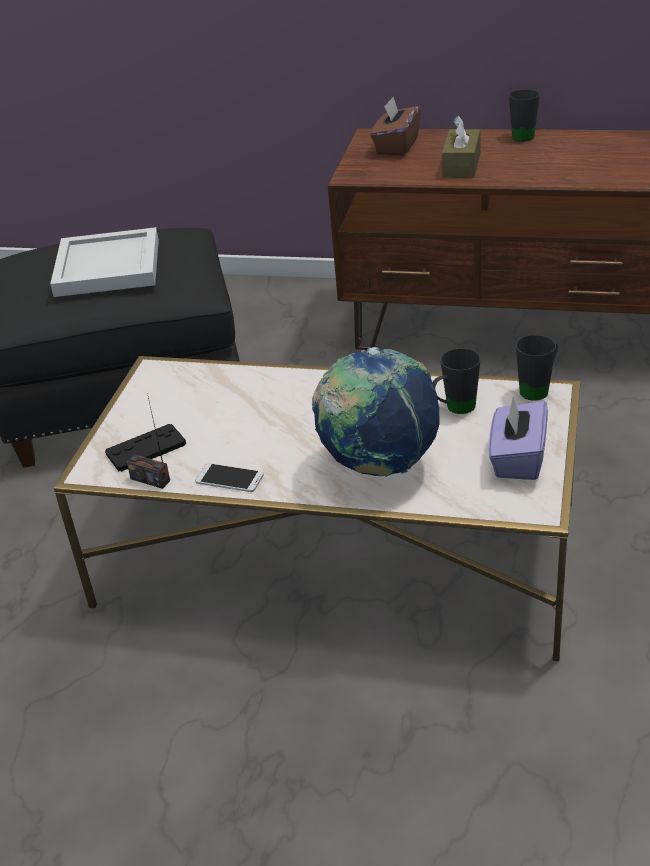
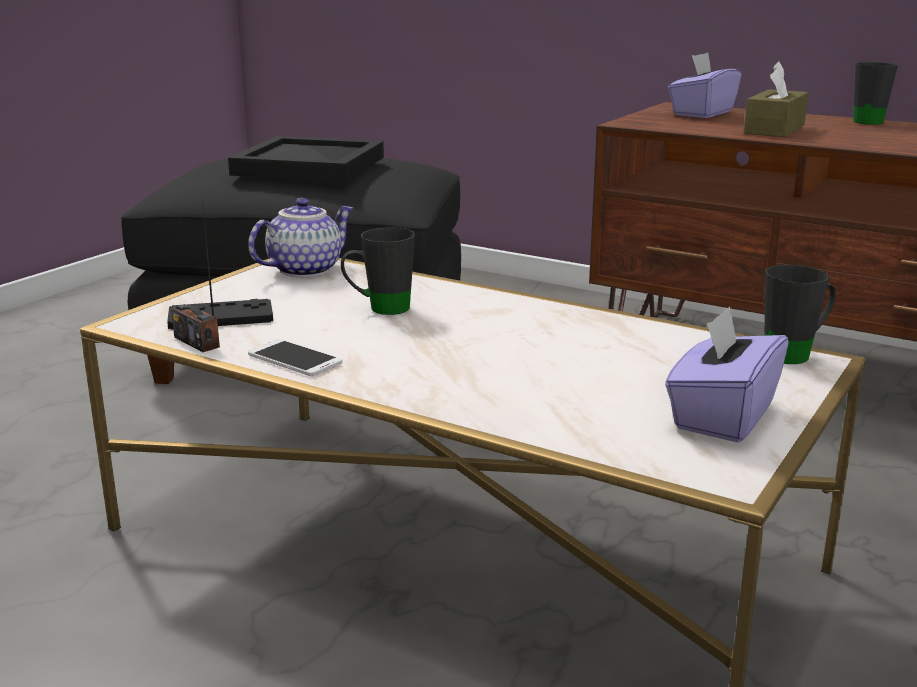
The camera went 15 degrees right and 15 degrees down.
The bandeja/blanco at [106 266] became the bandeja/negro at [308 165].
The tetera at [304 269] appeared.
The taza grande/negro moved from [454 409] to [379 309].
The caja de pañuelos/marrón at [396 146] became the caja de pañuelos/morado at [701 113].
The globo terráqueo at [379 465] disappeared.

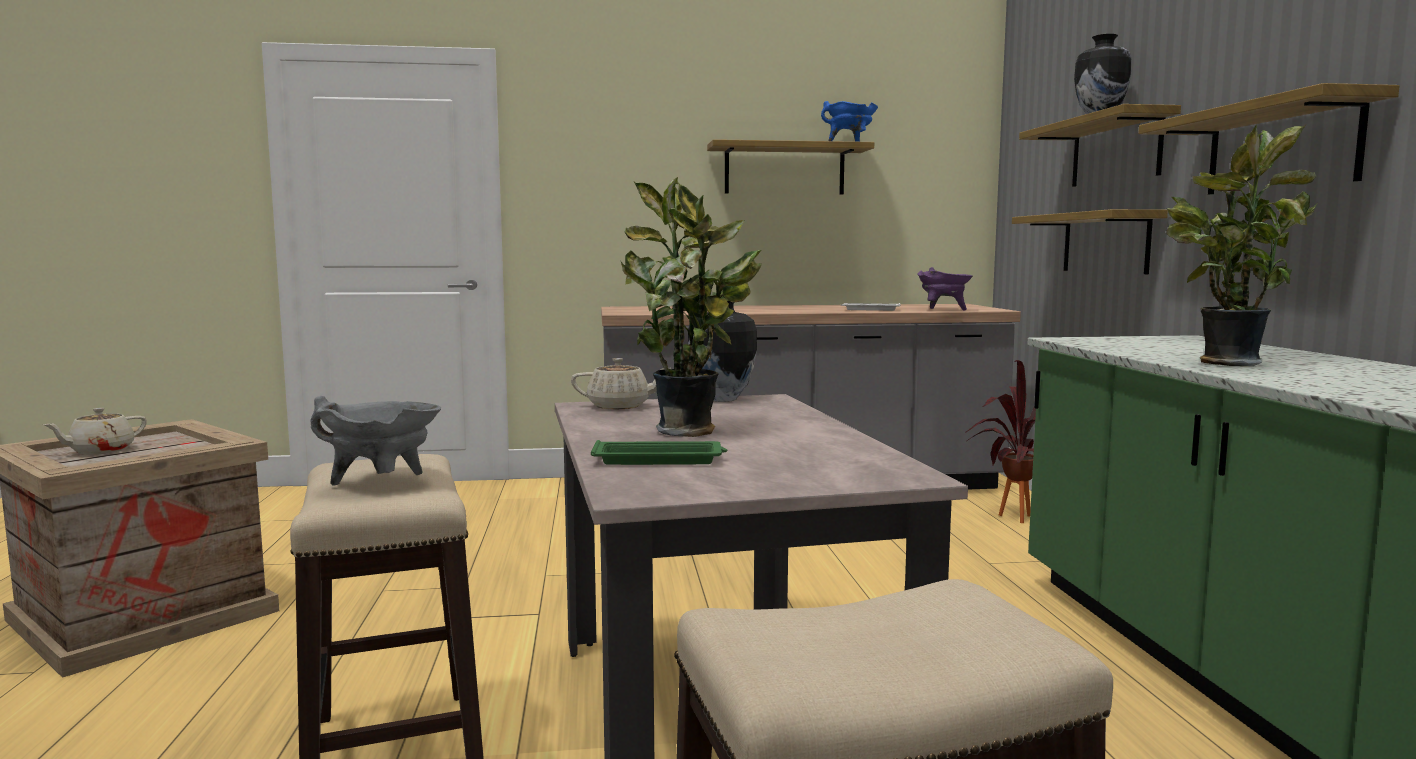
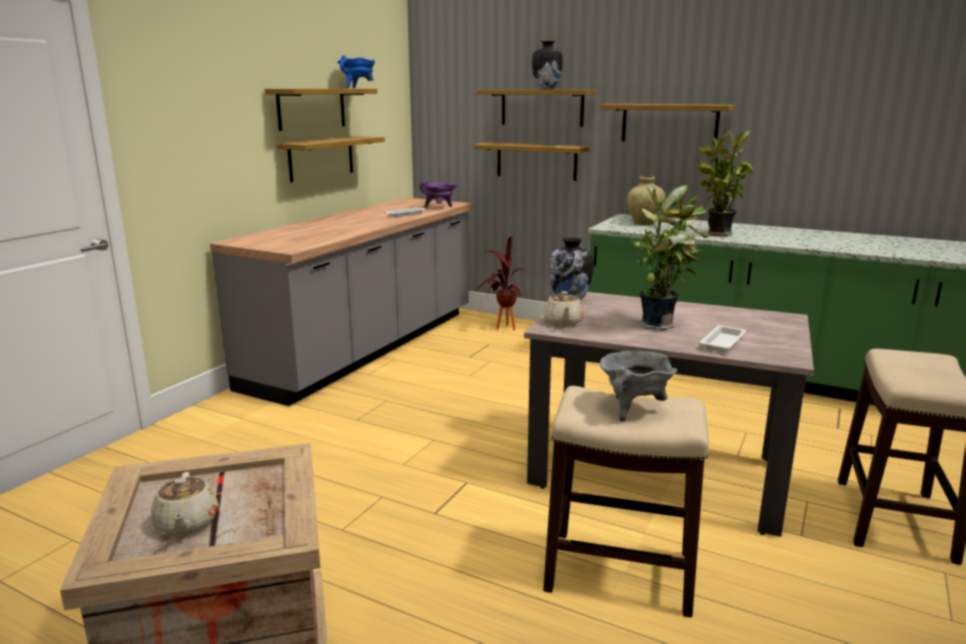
The camera went 55 degrees left and 10 degrees up.
The estante at [321 158] appeared.
The tetera/beis at [620 406] turned 150 degrees clockwise.
The florero/beis at [644 223] appeared.
The bandeja/verde at [660 460] became the bandeja/blanco at [723 342].

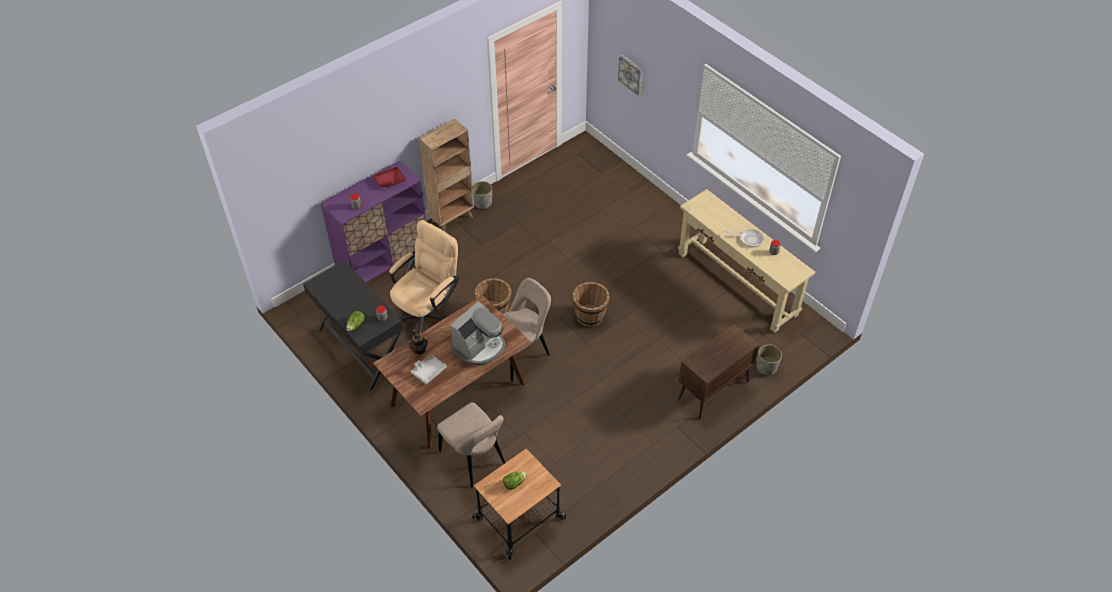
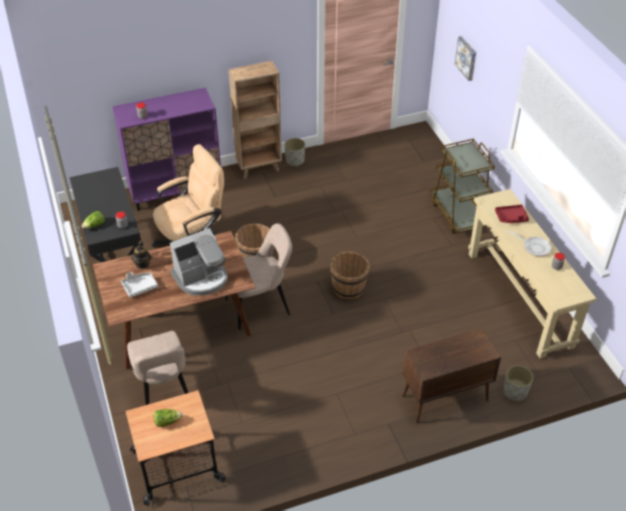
The camera went 20 degrees right and 5 degrees down.
The carrito/marrón at [458 214] appeared.
The bandeja/rojo moved from [390 181] to [511 217].

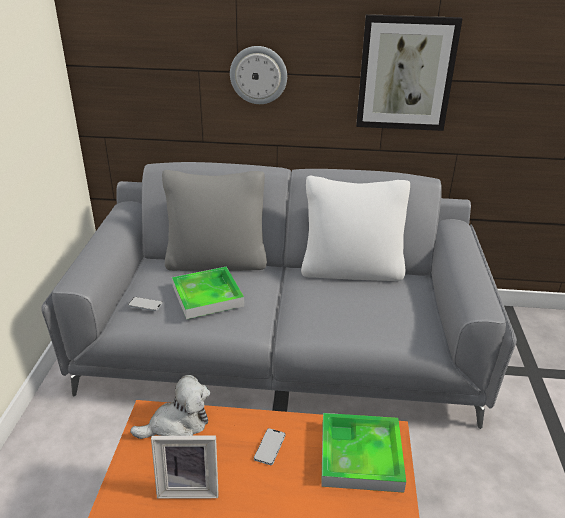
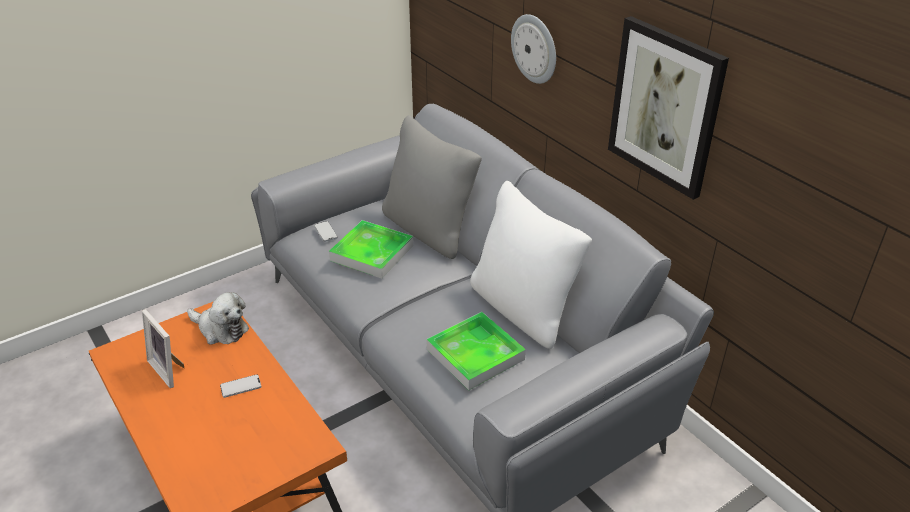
The camera went 50 degrees right and 5 degrees up.
The bandeja moved from [360 455] to [475 354].

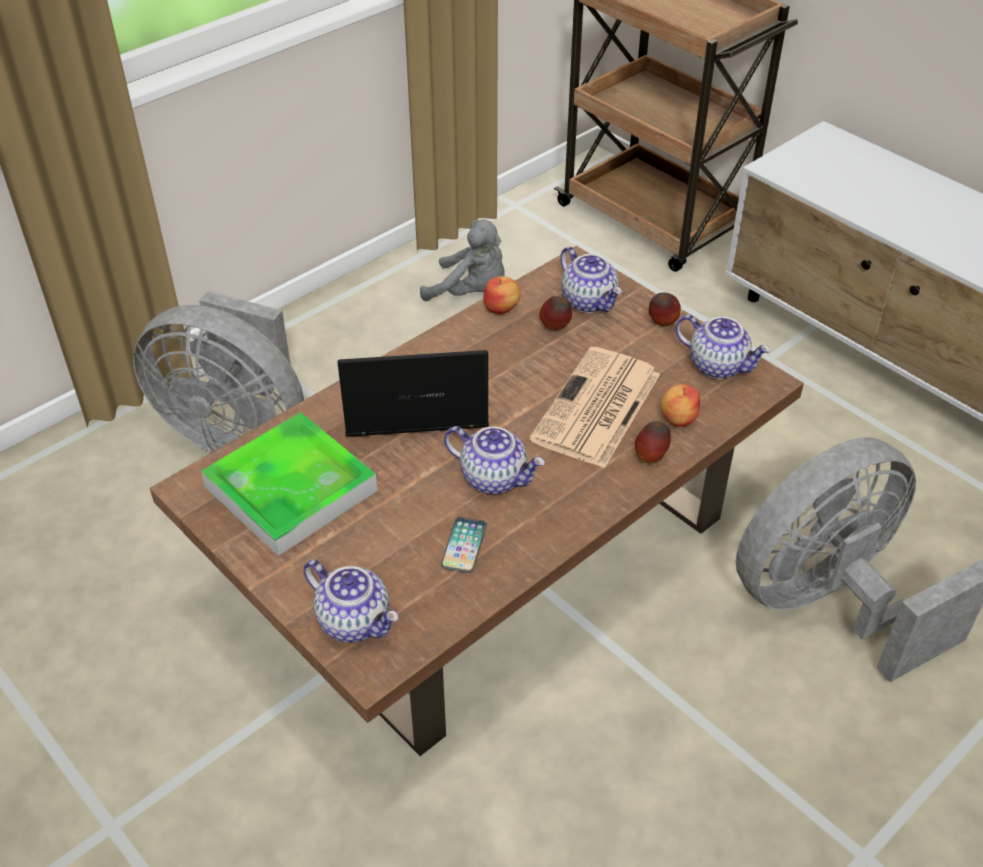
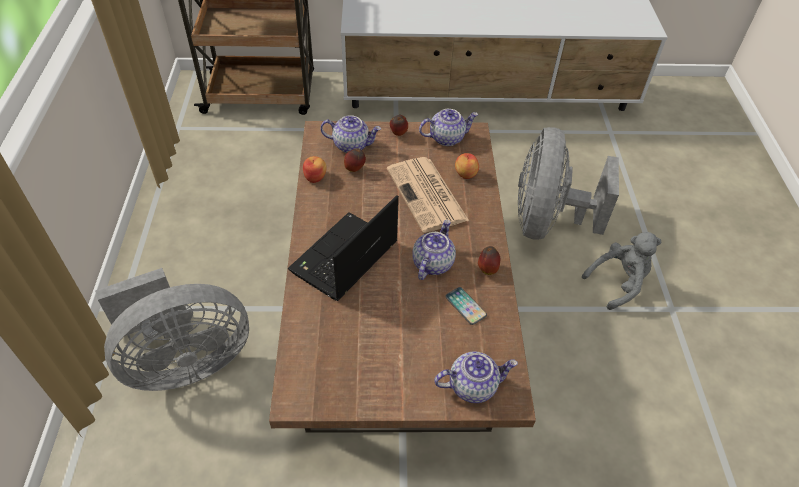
The camera went 50 degrees left and 5 degrees up.
The tetera at [494 478] turned 45 degrees counterclockwise.
The manzana moved from [651 457] to [487 269].
The peluche/gris moved from [471 292] to [618 282].
The bandeja at [291 489] disappeared.

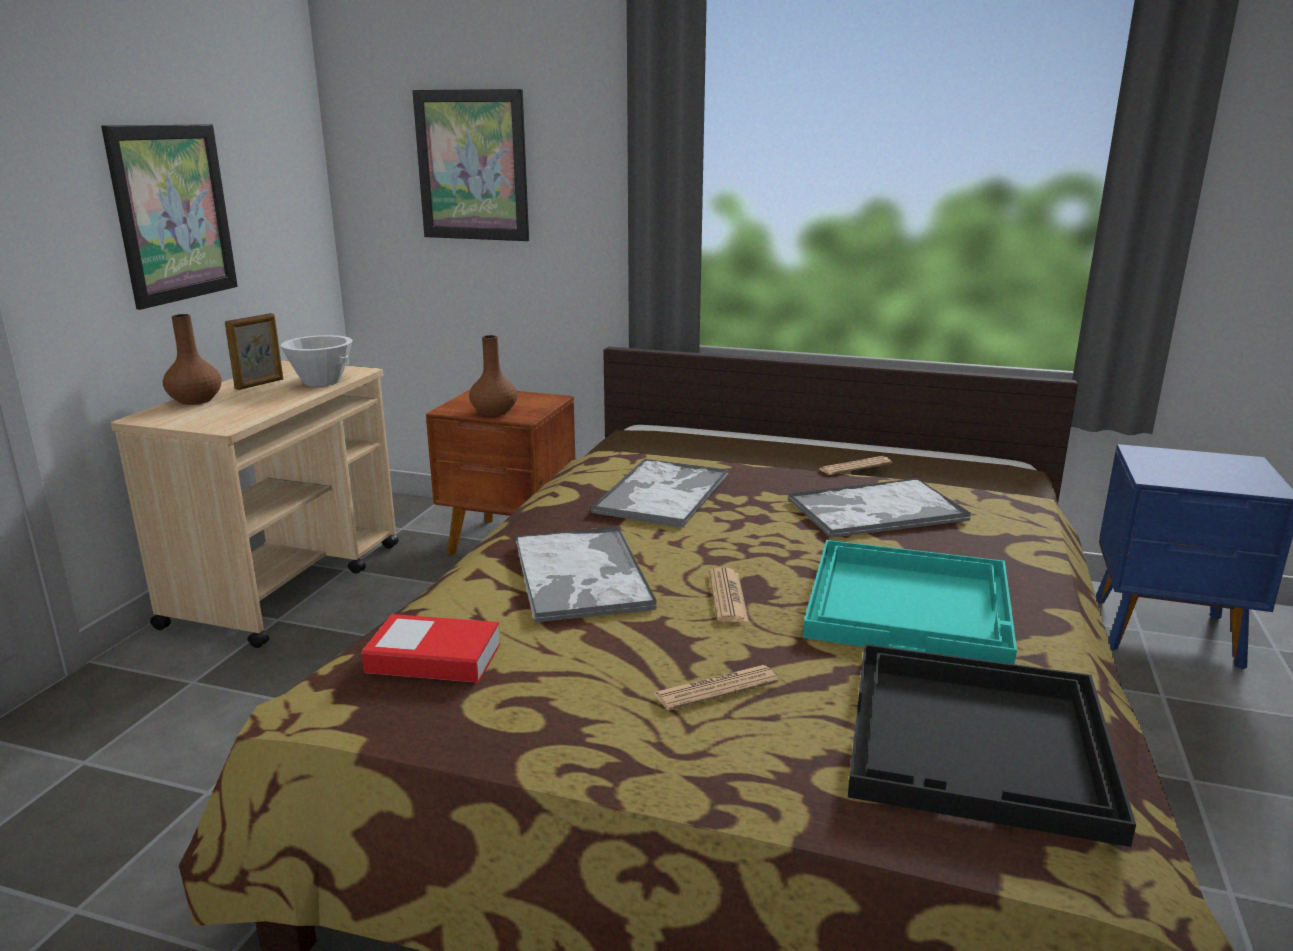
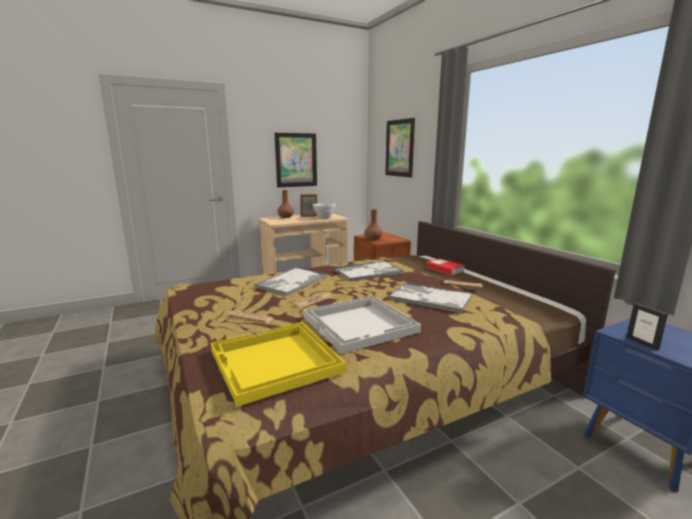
The camera went 45 degrees right and 5 degrees down.
The bandeja/negro at [980 743] became the bandeja/amarillo at [274 362].
The bandeja/turquesa at [911 604] became the bandeja/blanco at [360 324].
The libro moved from [434 659] to [444 270].
The portarretratos at [642 343] appeared.

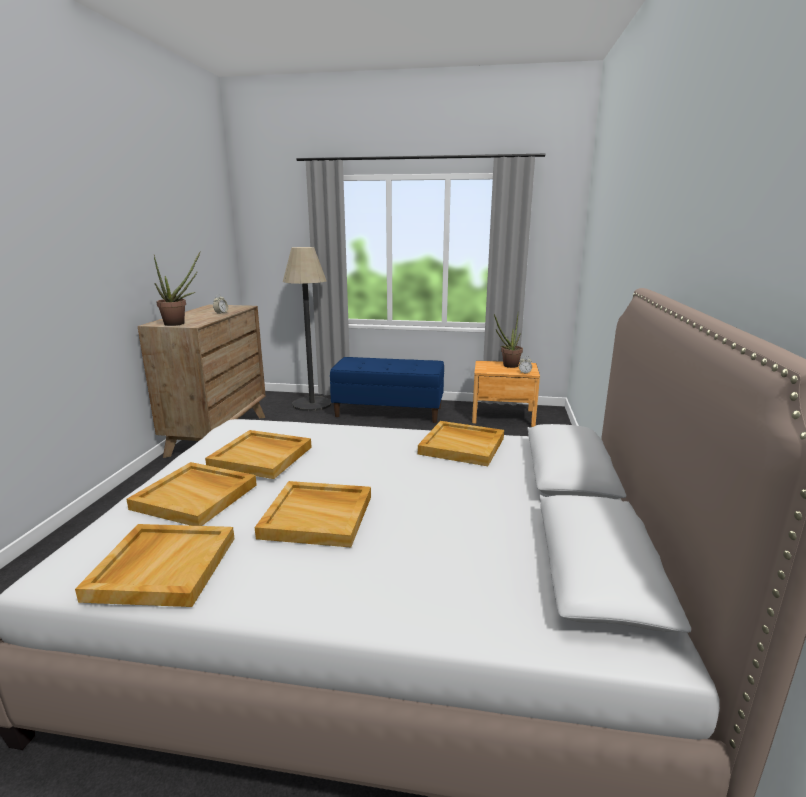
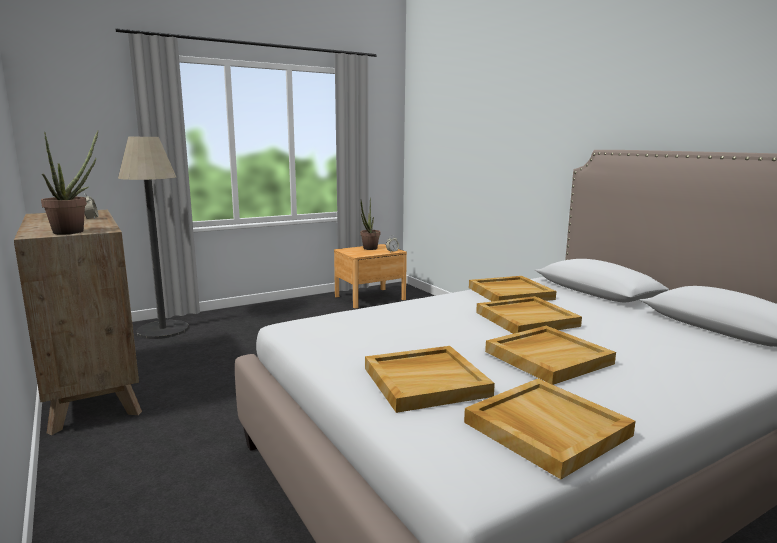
The camera went 40 degrees left and 5 degrees down.
The bandeja/beis moved from [262 457] to [526 319].
The banco/azul at [389 412] disappeared.

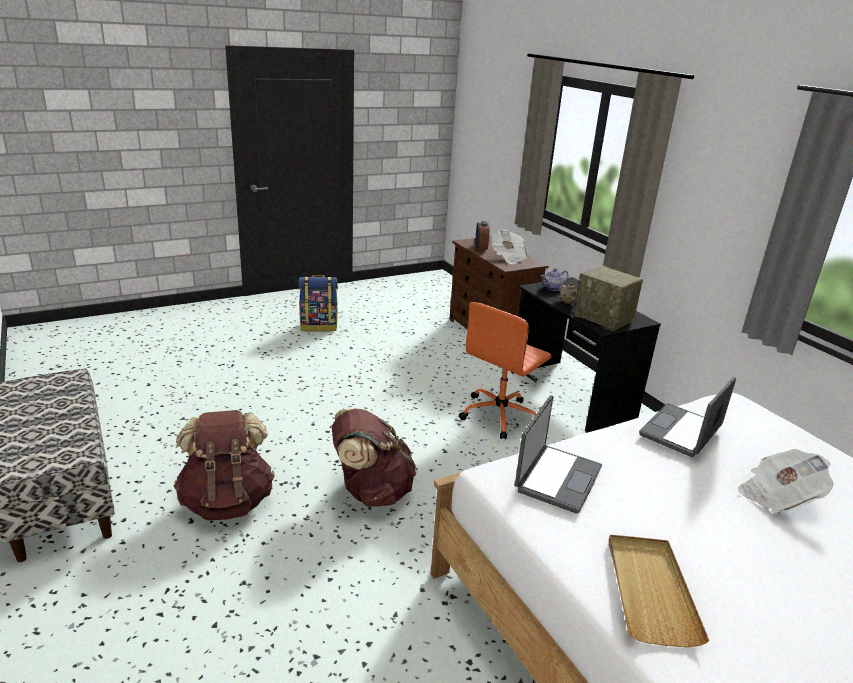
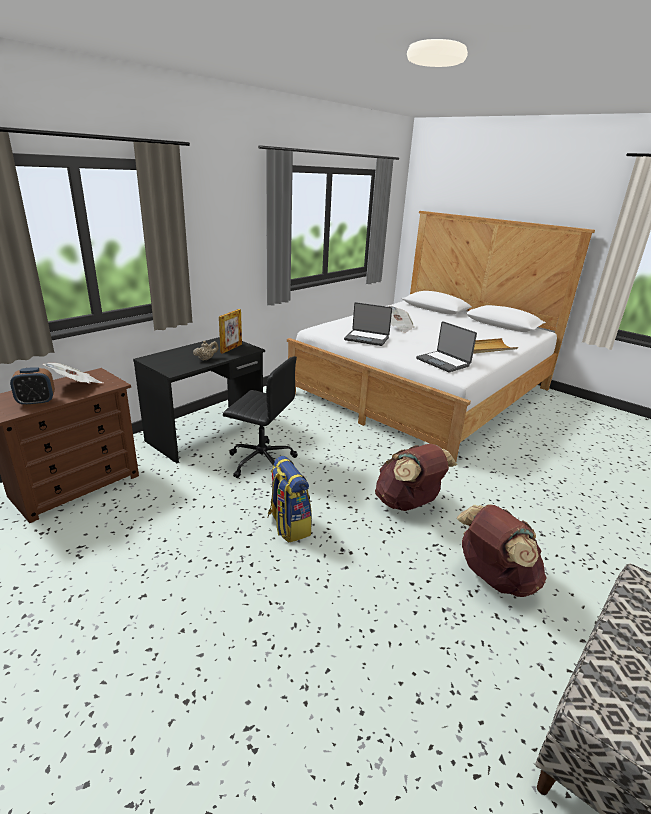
The camera went 110 degrees left and 0 degrees up.
The radio at [604 318] was replaced by the portarretratos at [231 348].
The silla de oficina/naranja at [500 415] became the silla de oficina/negro at [260 461].
The mochila moved from [319 326] to [288 525].
The portátil at [556 478] turned 135 degrees counterclockwise.
The tetera at [552 288] disappeared.

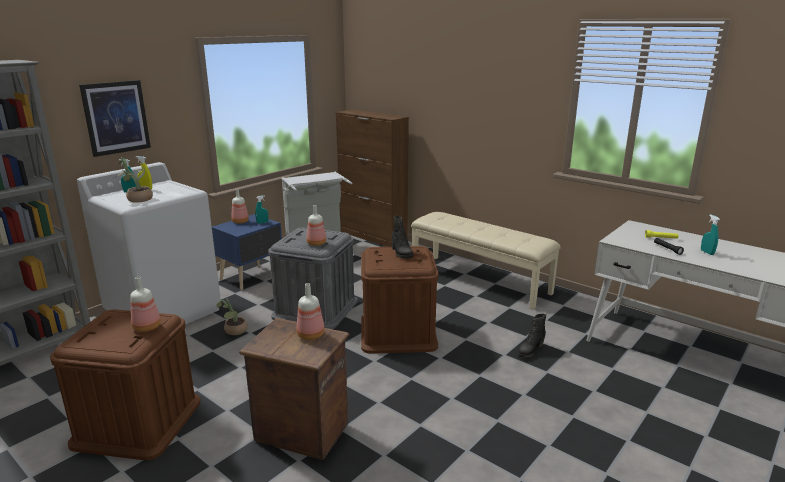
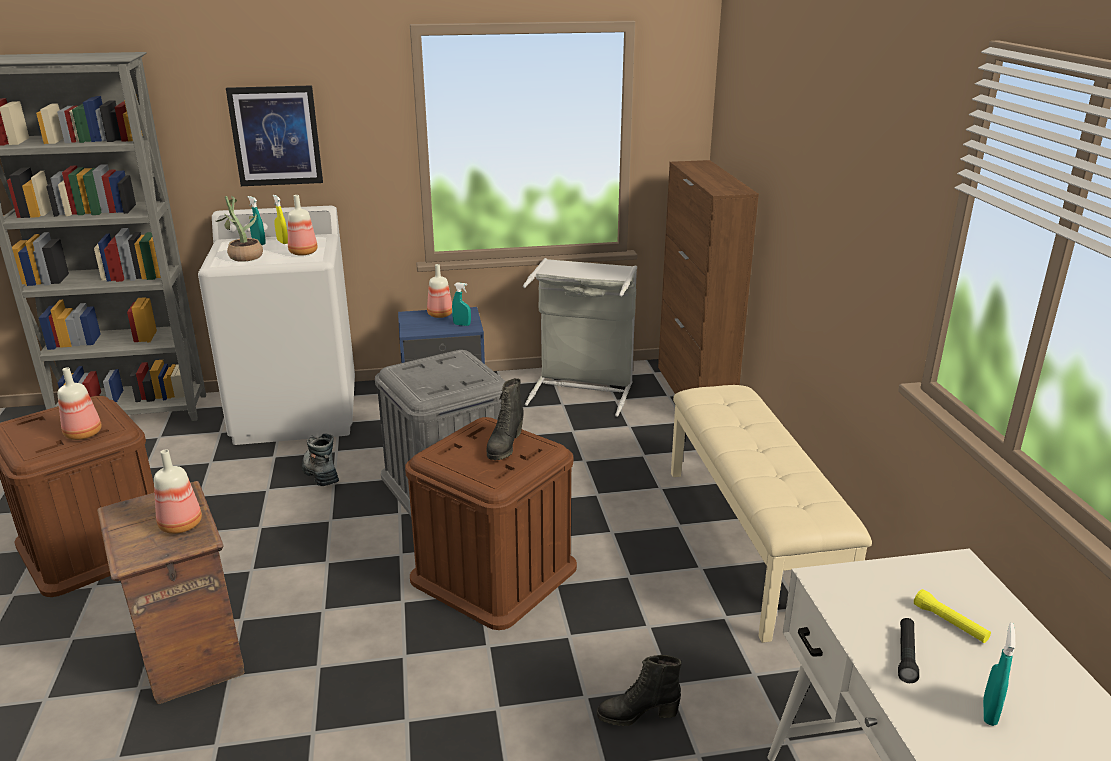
The camera went 40 degrees right and 5 degrees up.
The botella moved from [315 243] to [302 252].
The planta en maceta at [234 332] was replaced by the bota at [320 474].

